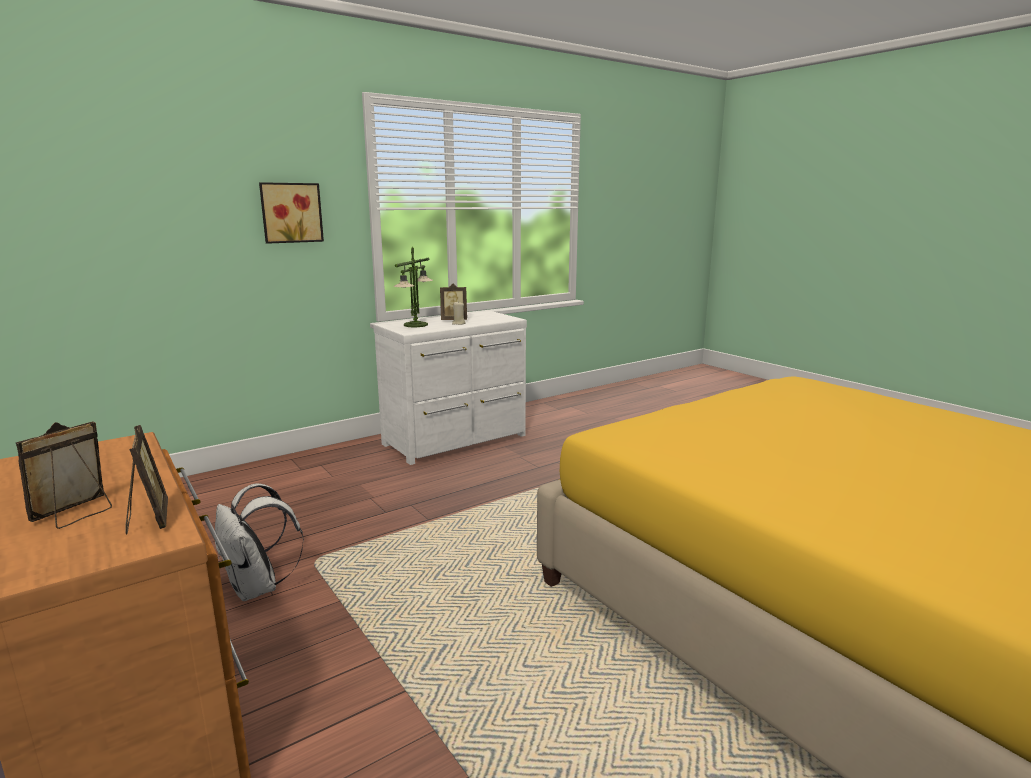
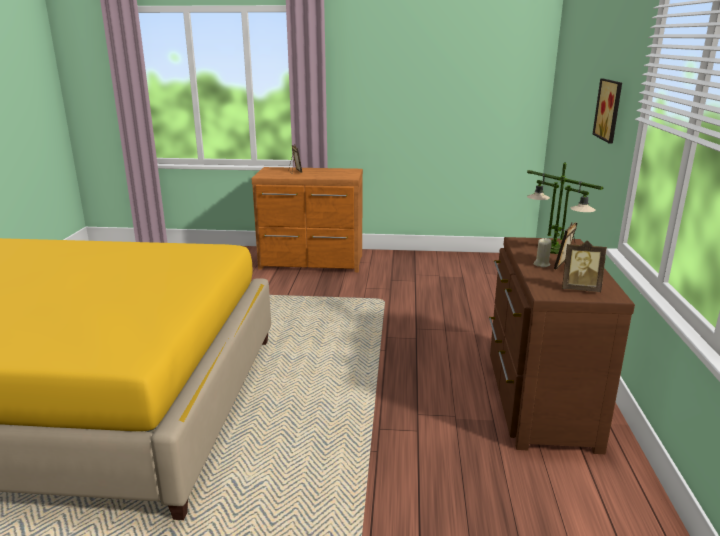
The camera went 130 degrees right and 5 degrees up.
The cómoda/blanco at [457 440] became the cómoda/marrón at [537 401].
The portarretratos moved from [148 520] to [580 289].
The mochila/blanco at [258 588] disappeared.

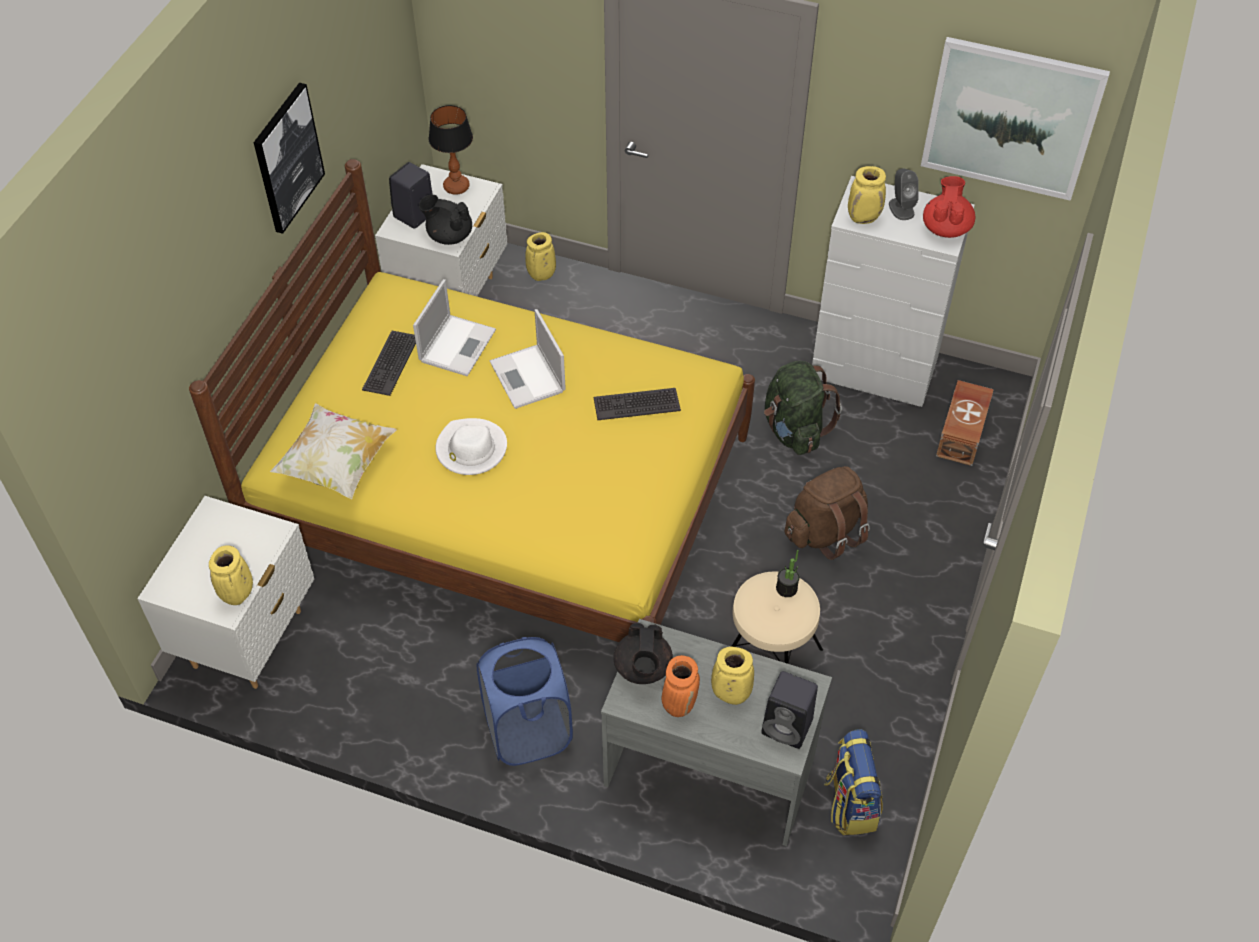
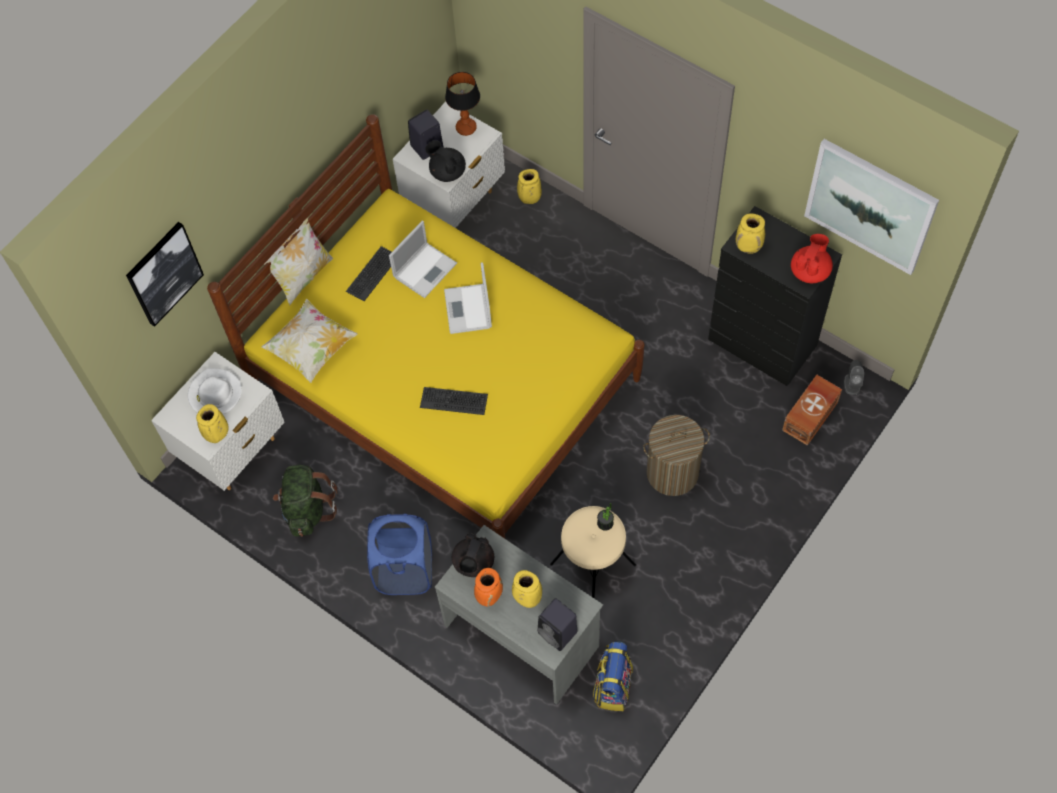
The camera went 20 degrees right and 10 degrees up.
The cuadro moved from [287 158] to [163 273].
The sombrero/blanco moved from [471 449] to [215 394].
The cojín at [303 276] appeared.
The mochila/verde moved from [794 430] to [307 509].
The teclado moved from [636 404] to [454 400].
The mochila/marrón at [825 532] was replaced by the cesto de la ropa at [672 472].
The cómoda/blanco at [874 369] became the cómoda/negro at [762 344].
The altavoz/gris moved from [901 208] to [852 383].

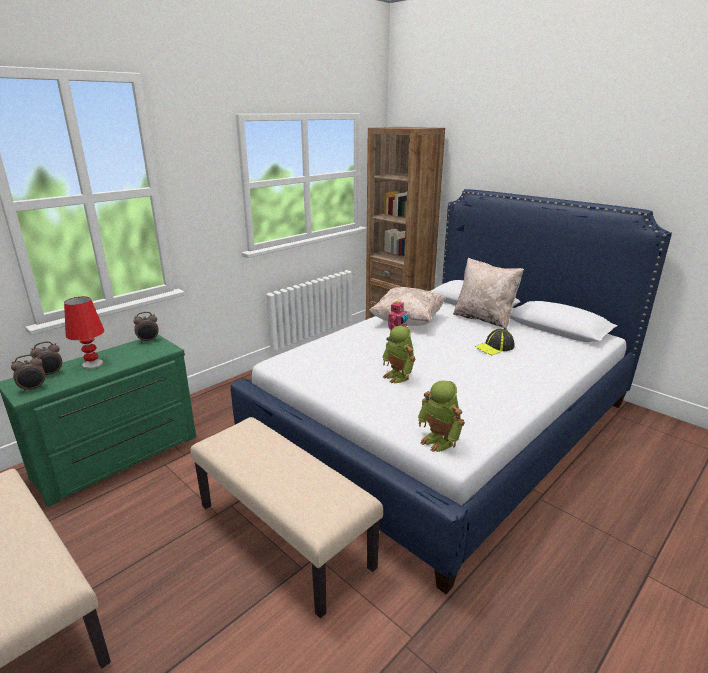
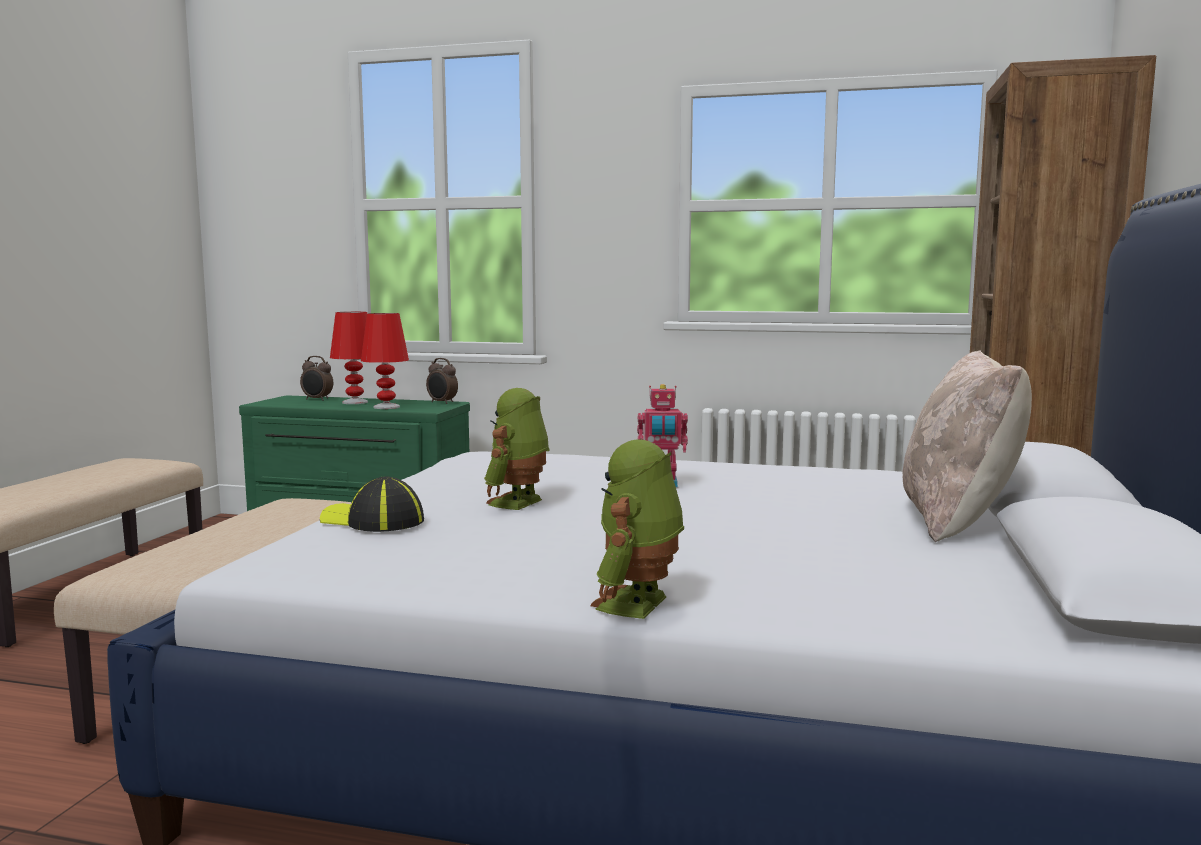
The camera went 60 degrees right and 15 degrees down.
The gorra moved from [494 347] to [372 521].
The lámpara de mesa/rojo at [386 407] appeared.
The robot de juguete moved from [439 441] to [638 605].
The despertador at [33 389] disappeared.
The cojín/beis at [408 321] disappeared.

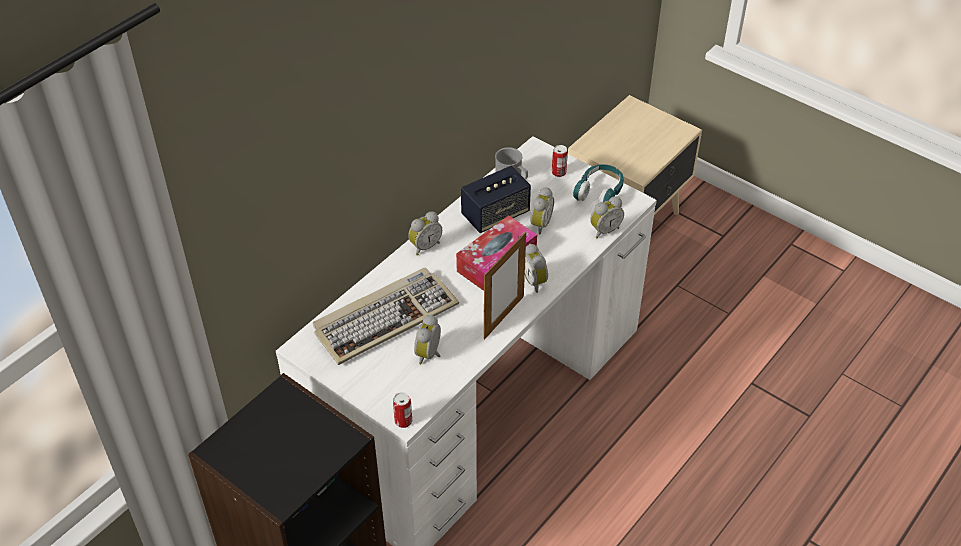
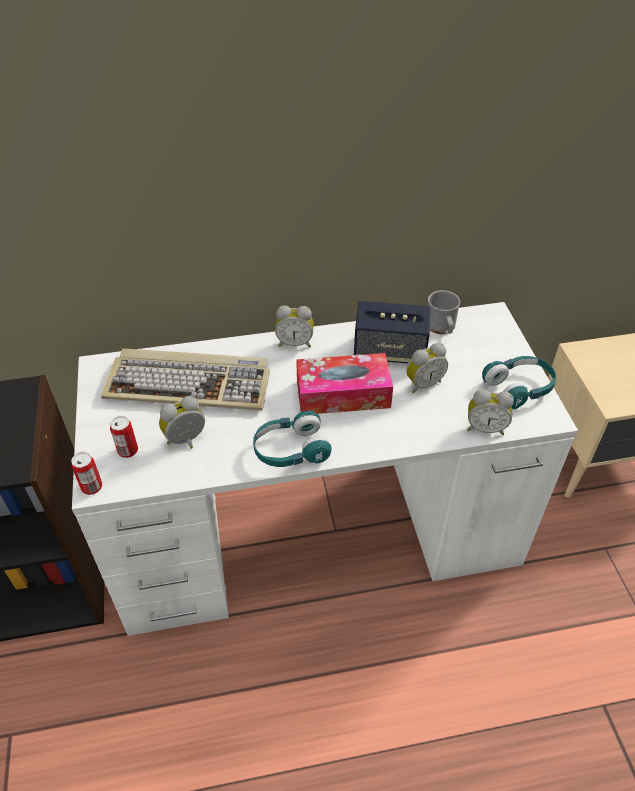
The camera went 40 degrees right and 0 degrees up.
The lata moved from [558 172] to [128 450].
The portarretratos at [503 317] was replaced by the auriculares/turquesa at [290 450].
The despertador at [535 281] disappeared.

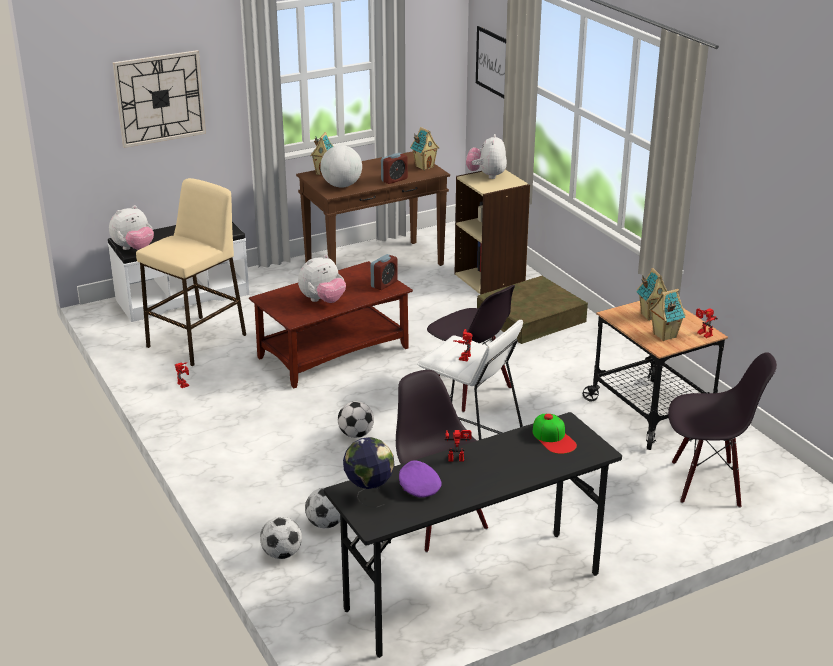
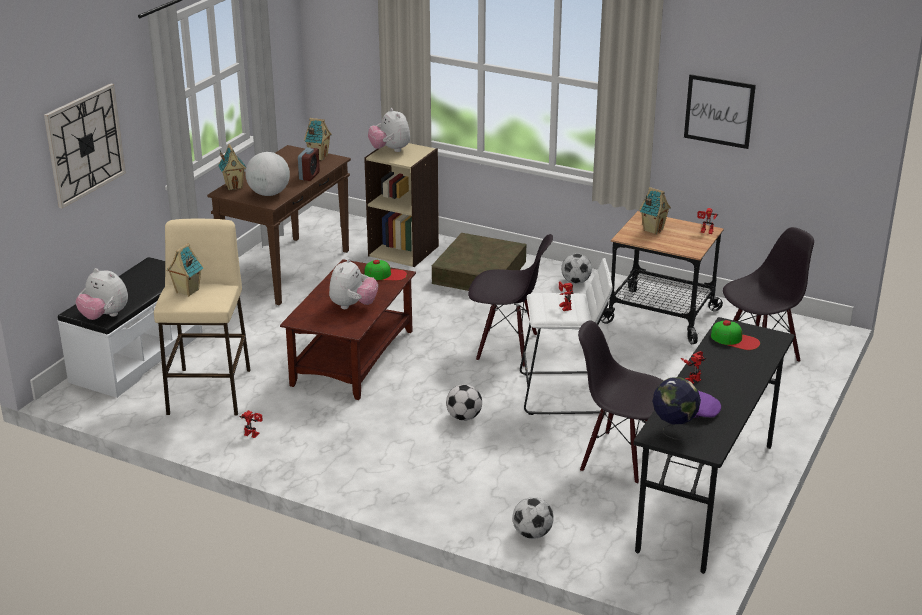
The camera went 35 degrees left and 0 degrees up.
The peluche at [134 249] turned 105 degrees clockwise.
The casita moved from [664 336] to [187 291].
The despertador at [384 284] was replaced by the gorra at [385 274].
The balón de fútbol moved from [325 524] to [575 282].
The cuadro moved from [492 62] to [719 111].

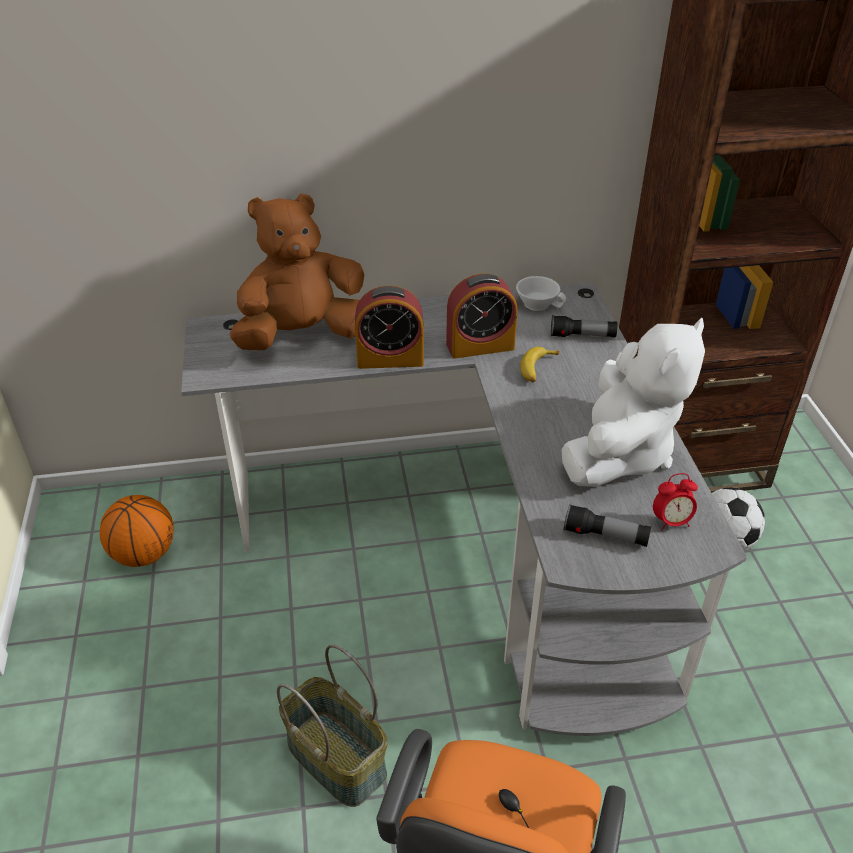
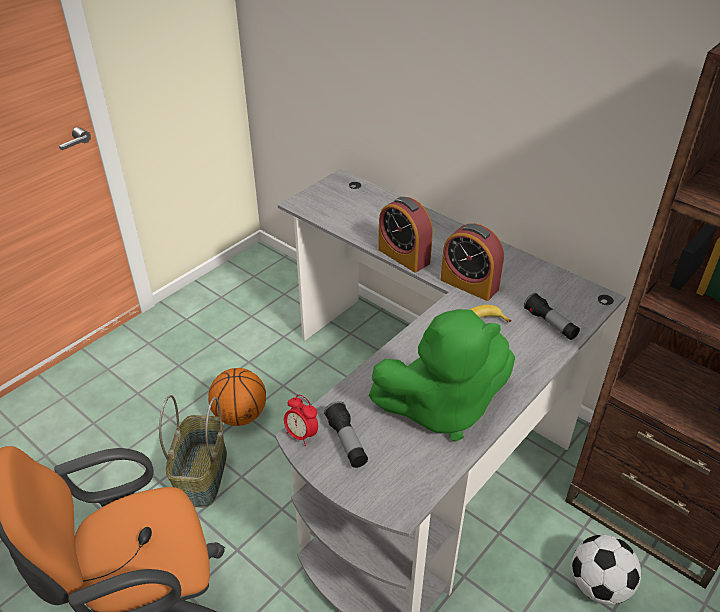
The camera went 50 degrees right and 0 degrees up.
The balón de baloncesto moved from [144 554] to [240 415].
The despertador moved from [671 522] to [301 435].
The peluche/blanco at [620 453] became the peluche/verde at [441 408].
The peluche/marrón at [302 336] disappeared.
The taza/blanco at [538 303] disappeared.

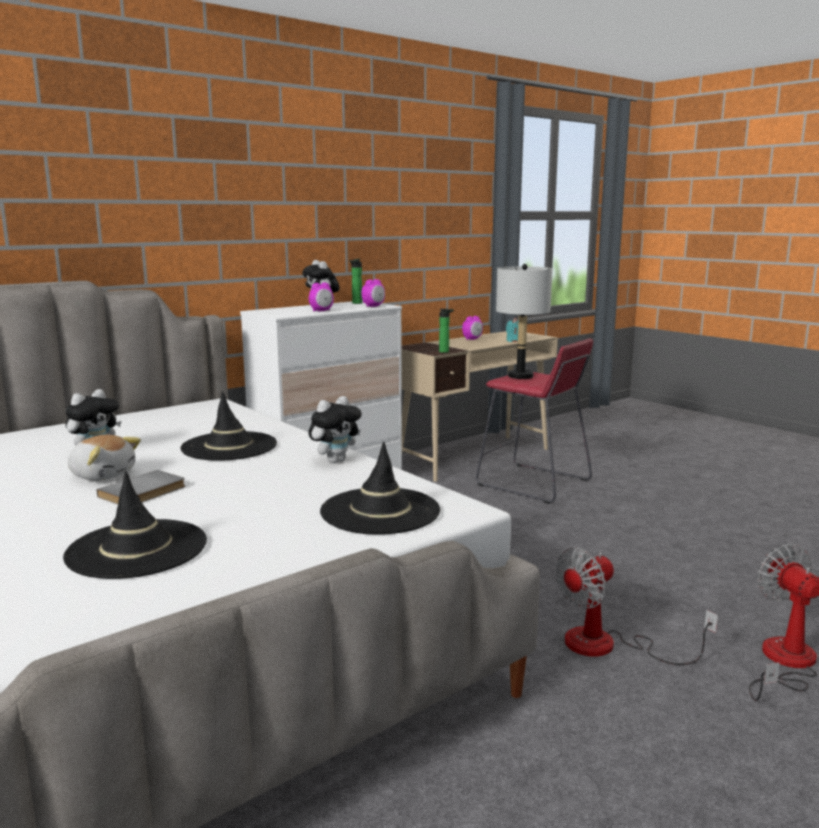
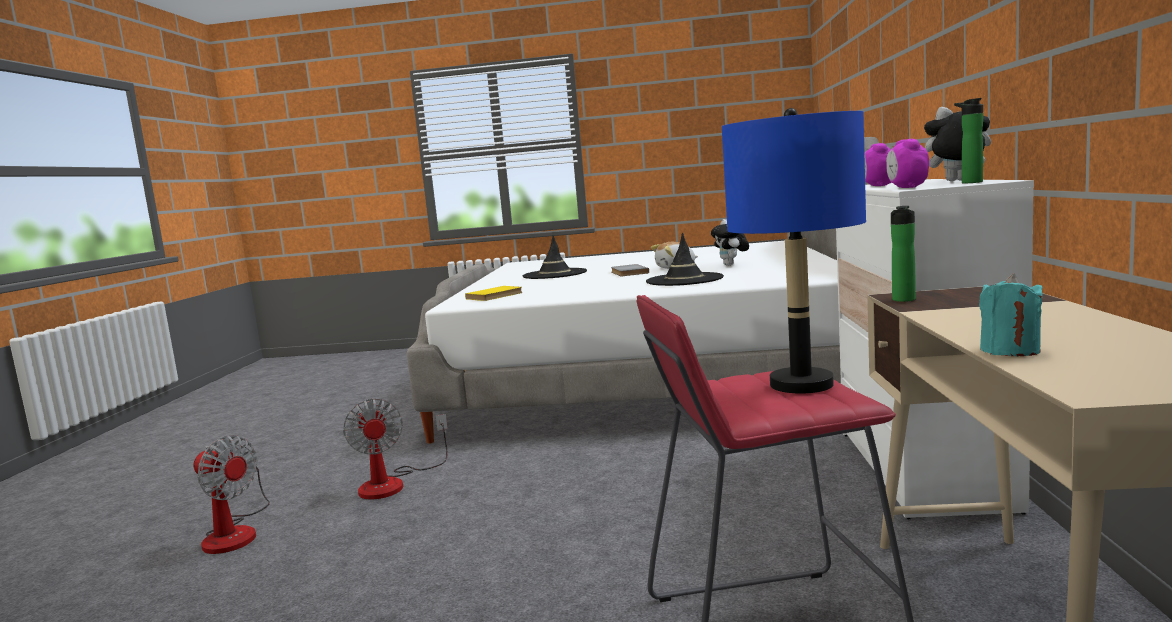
The camera went 135 degrees right and 5 degrees down.
The ventilador at [608 646] turned 150 degrees clockwise.
The sombrero/negro at [380 511] was replaced by the libro/amarillo at [495 296].
The lámpara de mesa/gris at [520 376] became the lámpara de mesa/azul at [801 385].
The peluche at [335 460] disappeared.
The despertador at [472 339] disappeared.

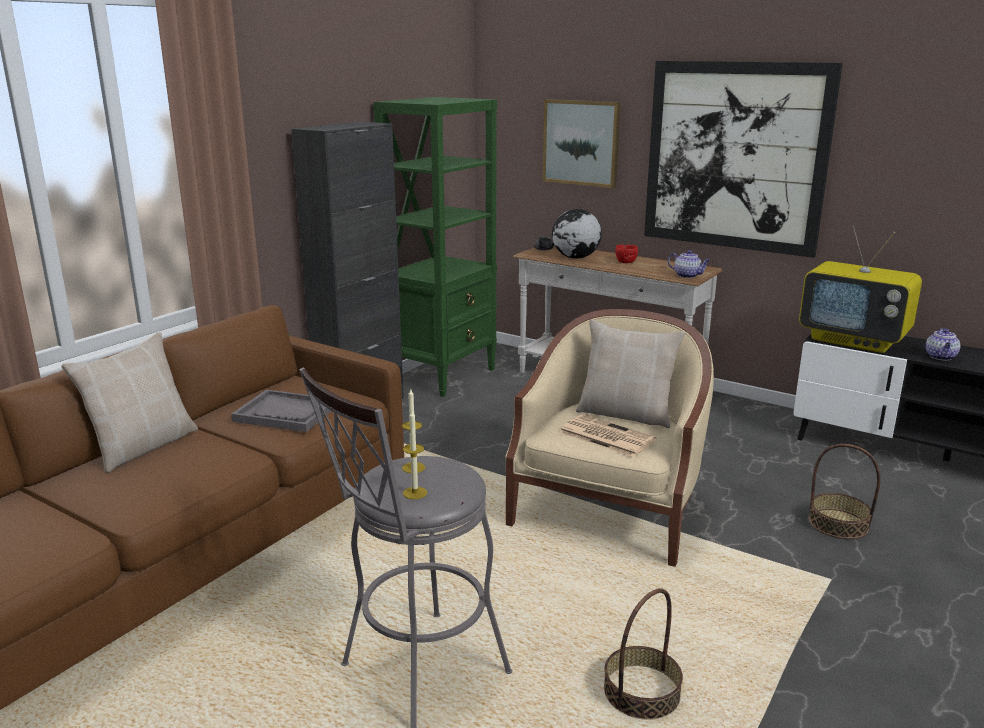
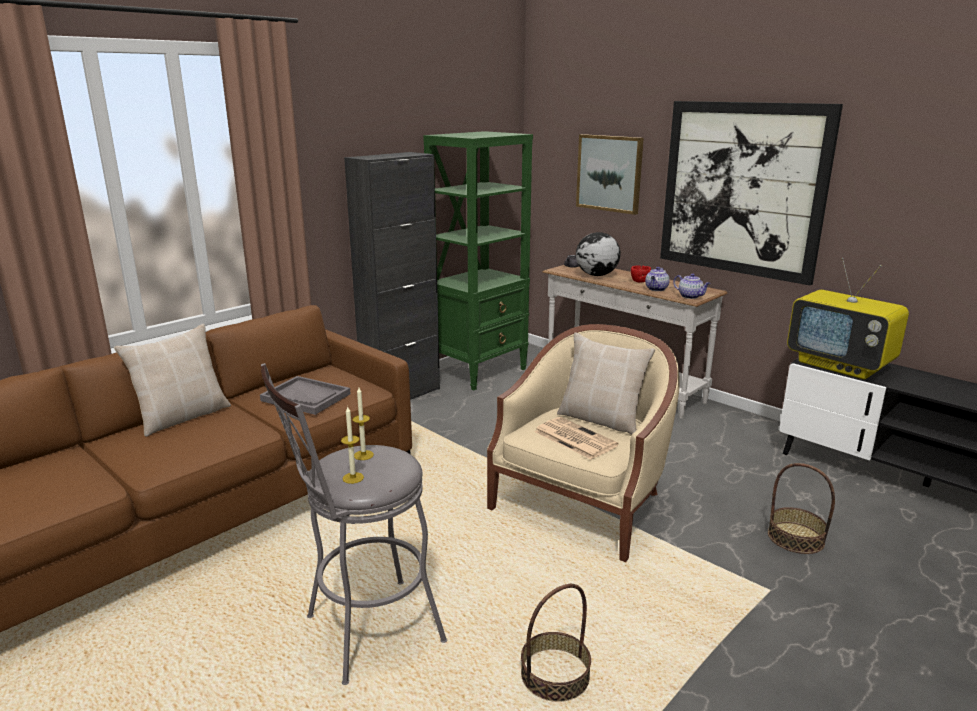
The camera went 10 degrees right and 0 degrees up.
The tetera moved from [941 357] to [656 289].

